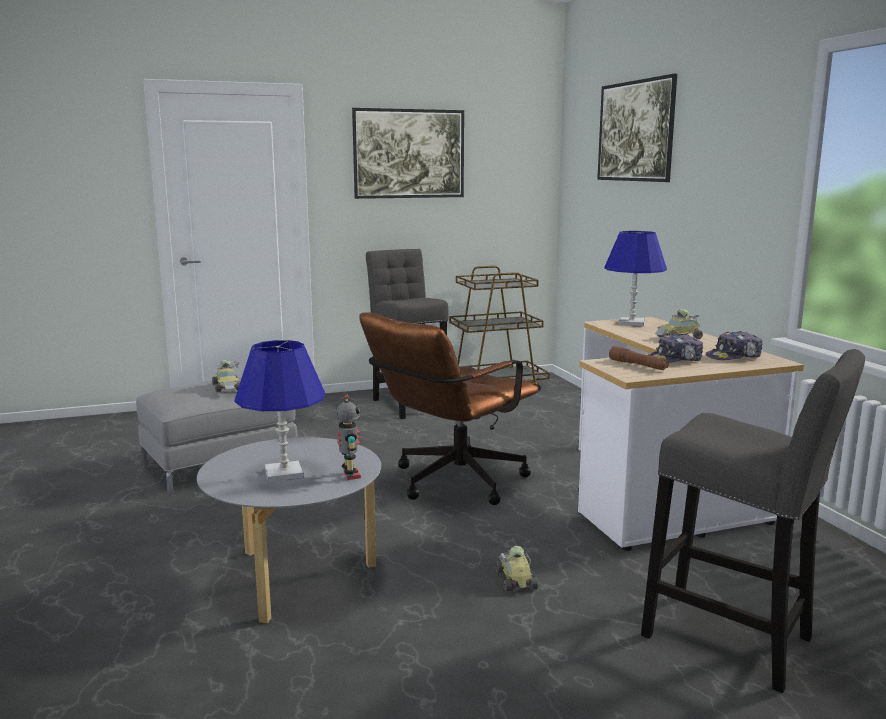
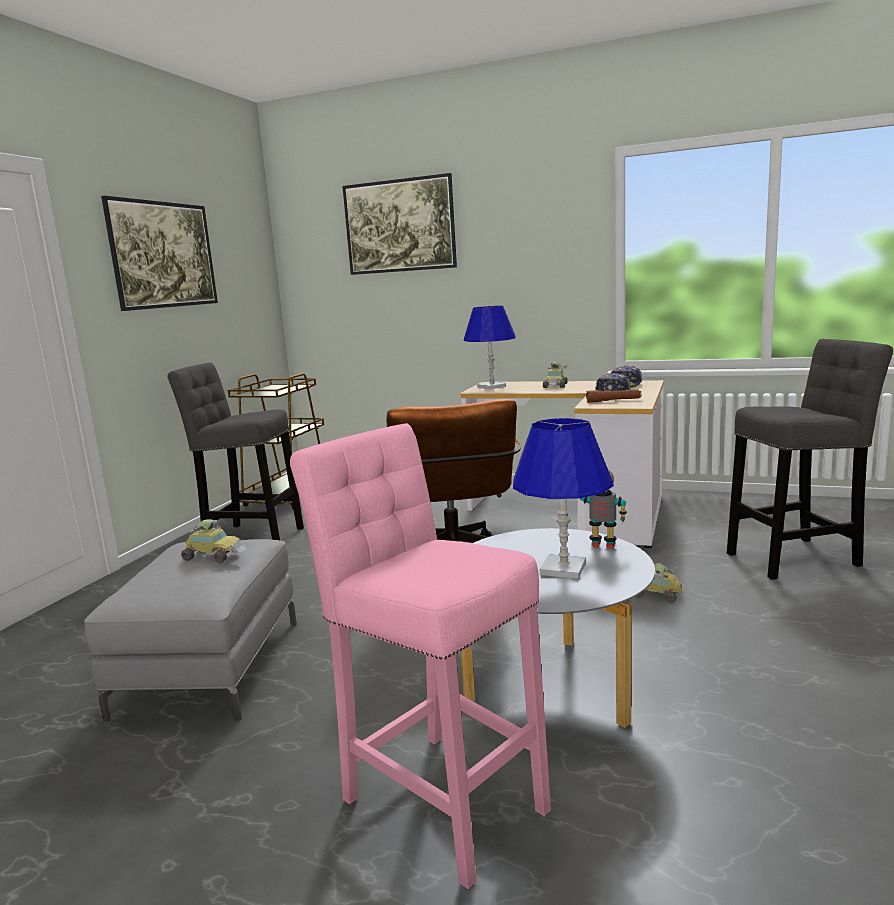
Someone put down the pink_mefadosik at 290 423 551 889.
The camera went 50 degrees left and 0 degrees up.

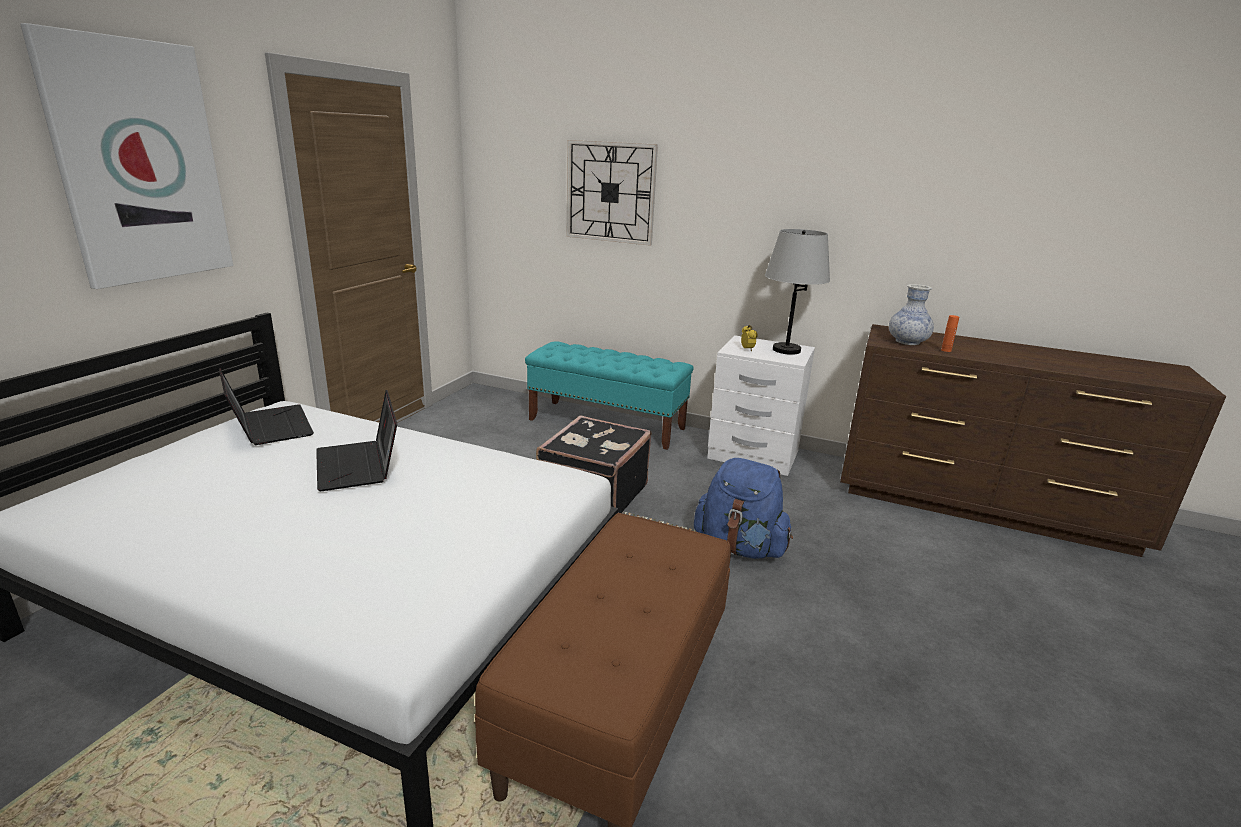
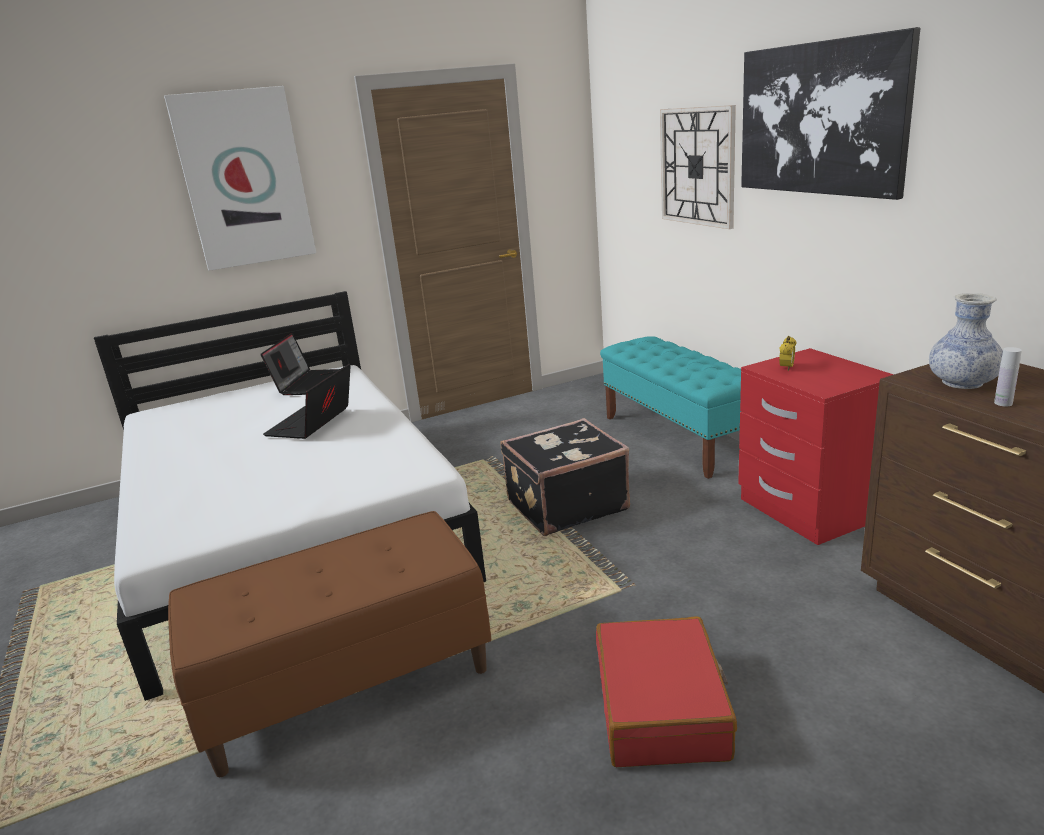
Someone put down the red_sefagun at 596 616 737 767.
Someone repainted the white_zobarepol at 707 335 815 476, which became the red_zobarepol at 738 348 894 545.
Someone put up the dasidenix at 741 27 920 200.
Someone repainted the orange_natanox at 941 315 959 352, which became the white_natanox at 994 347 1022 407.
Someone took away the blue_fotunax at 694 458 793 559.
Someone took away the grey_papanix at 765 229 830 355.
The camera went 45 degrees right and 0 degrees up.

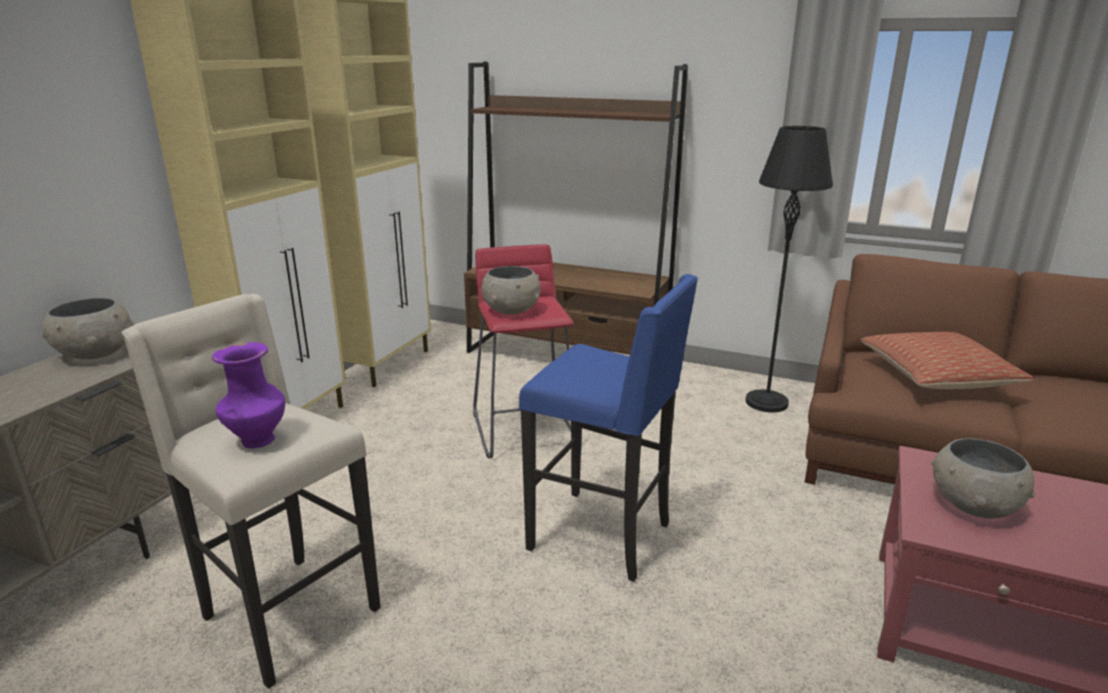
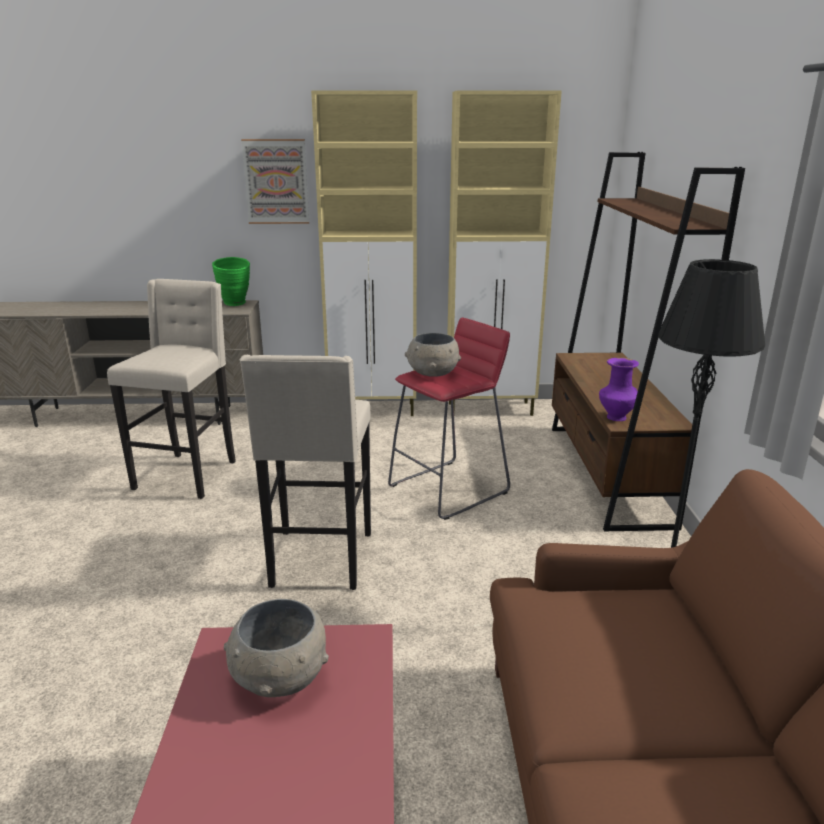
Someone swapped the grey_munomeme at 42 298 134 359 for the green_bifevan at 212 257 250 306.
Someone repainted the blue_mefadosik at 519 274 698 582, which became the beige_mefadosik at 240 355 371 590.
Someone put up the dasidenix at 241 139 309 224.
Someone carried the purple_bifevan from 212 342 285 449 to 599 358 639 421.
Someone took away the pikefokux at 861 332 1034 389.
The camera went 65 degrees right and 0 degrees up.

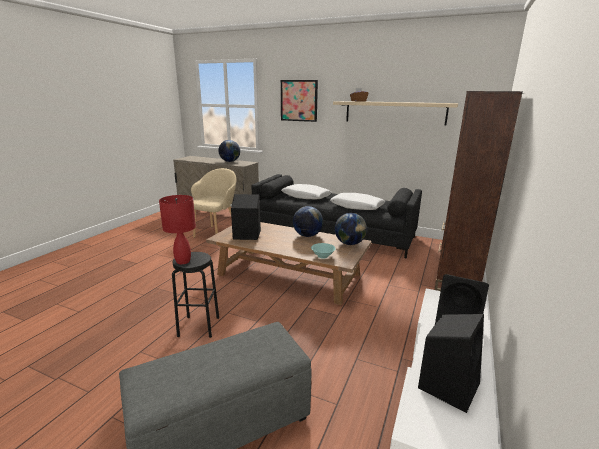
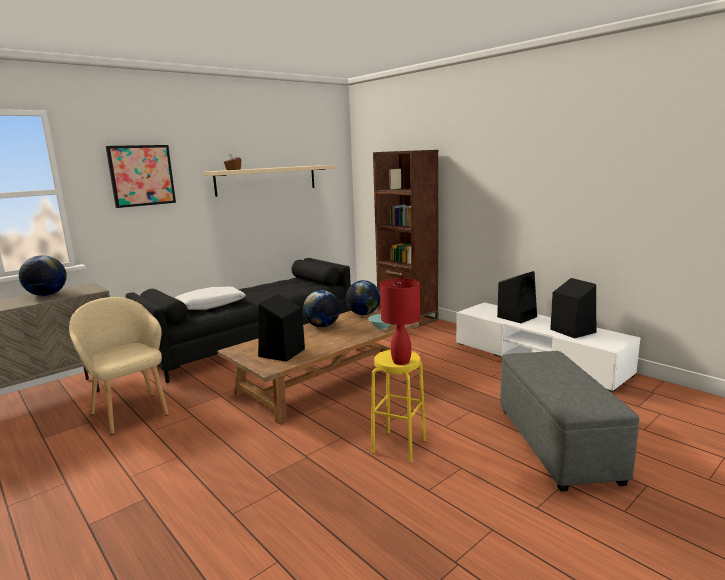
Someone repainted the black_mefadosik at 172 252 219 338, which became the yellow_mefadosik at 371 350 426 462.
Someone took away the white_pikefokux at 330 193 385 210.
The camera went 65 degrees left and 5 degrees down.

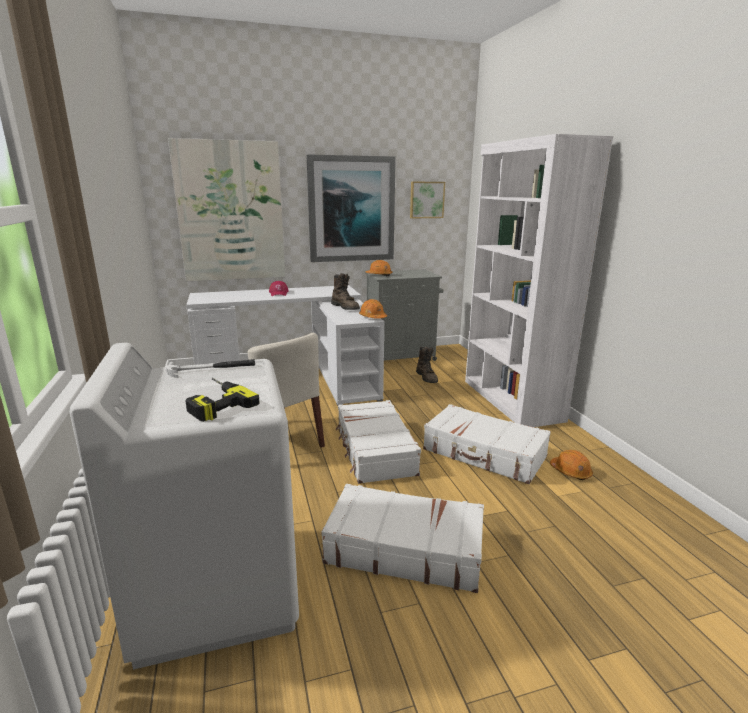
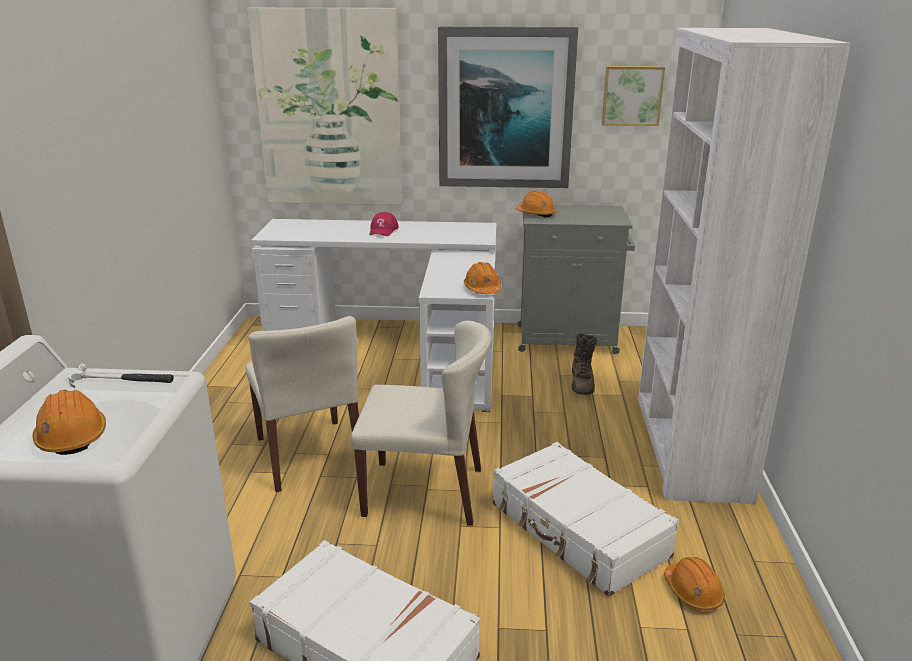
Someone swapped the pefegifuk at 186 378 260 422 for the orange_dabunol at 33 390 106 455.
Someone swapped the white_sefagun at 335 400 421 484 for the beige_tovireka at 351 321 491 526.
Someone took away the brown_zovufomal at 331 273 360 310.
The camera went 20 degrees right and 5 degrees up.

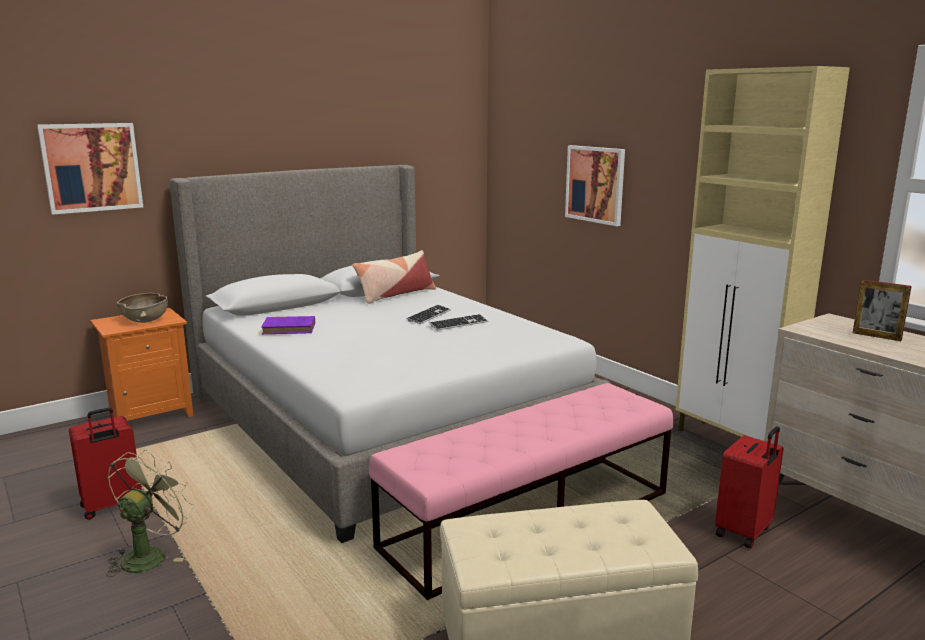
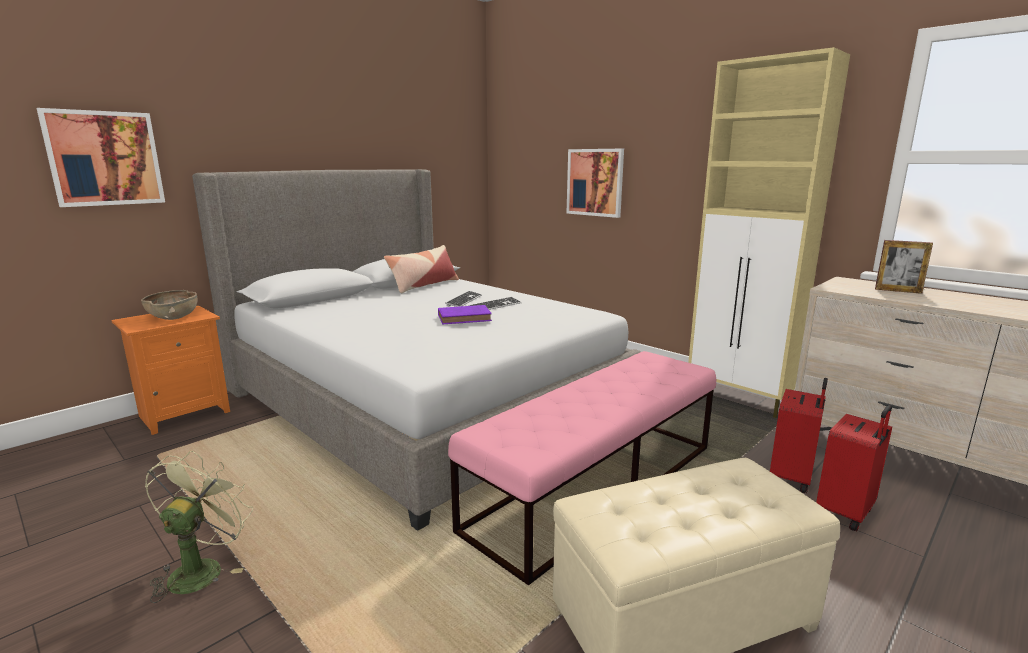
Someone carried the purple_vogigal from 261 316 315 334 to 438 305 492 325.
Someone carried the red_sefagun from 69 408 142 520 to 816 405 892 531.
The camera went 10 degrees left and 0 degrees up.

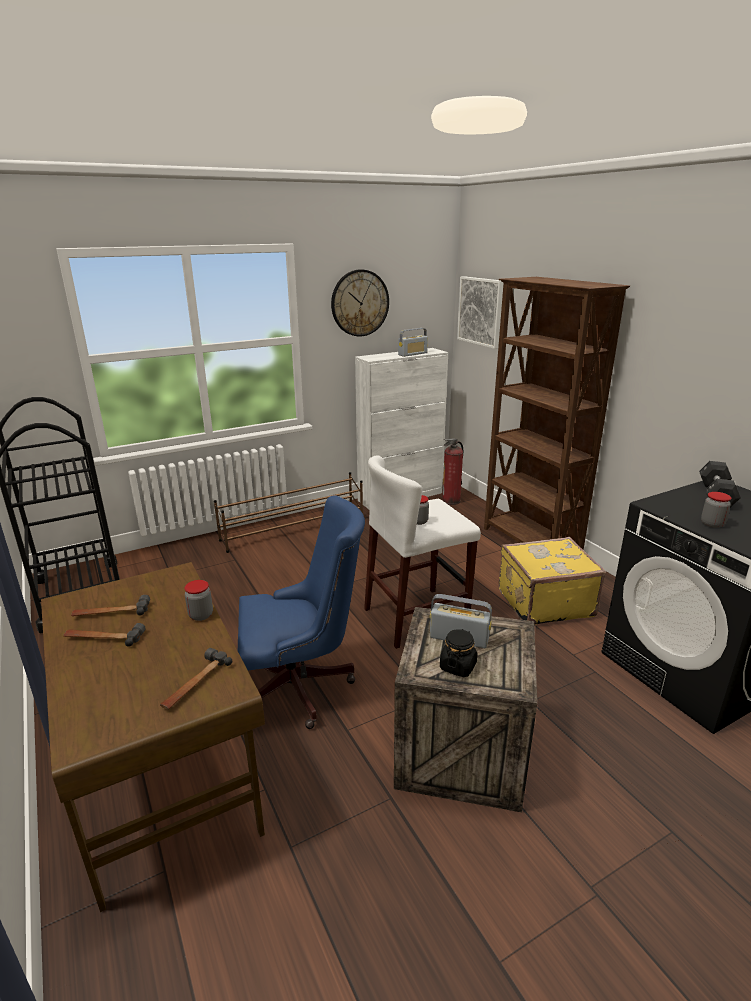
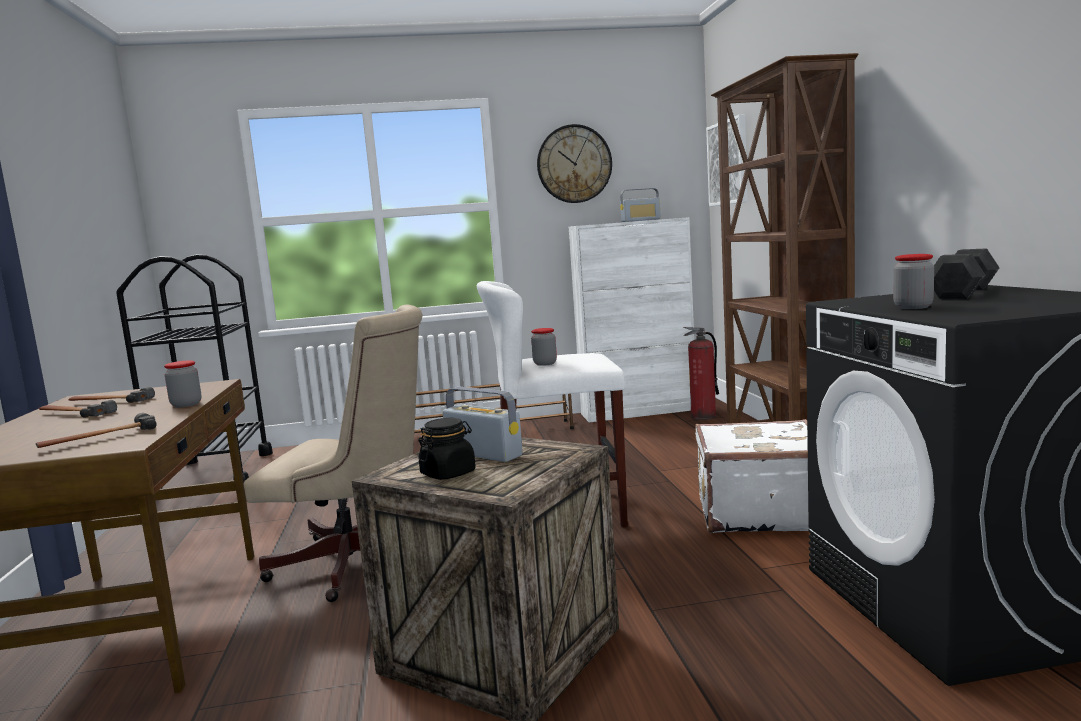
Someone repainted the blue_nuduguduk at 238 495 365 729, which became the beige_nuduguduk at 244 305 423 602.
Someone repainted the yellow_sefagun at 498 537 606 625, which became the white_sefagun at 695 419 810 533.
The camera went 20 degrees right and 15 degrees down.

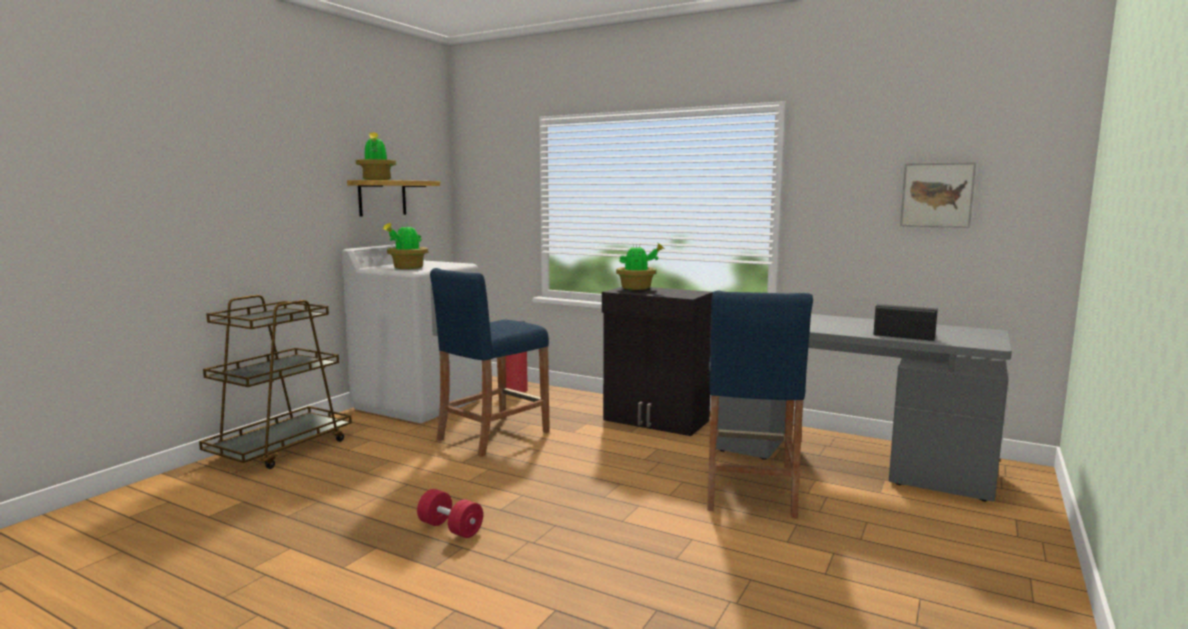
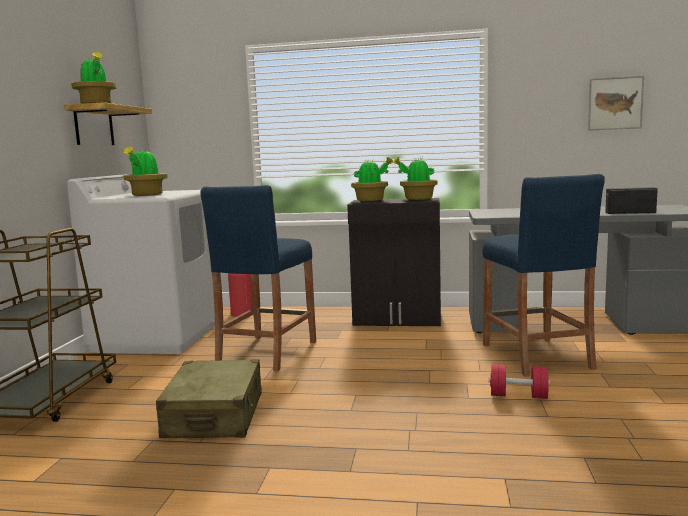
Someone put down the beige_sefagun at 156 360 262 438.
Someone put down the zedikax at 392 157 438 200.
Someone carried the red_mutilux from 417 489 483 538 to 489 364 550 399.
The camera went 20 degrees left and 0 degrees up.

